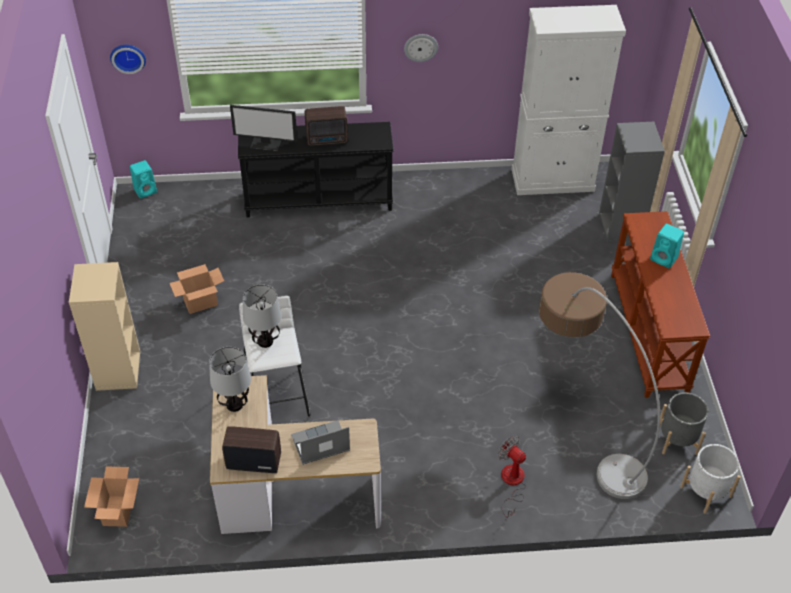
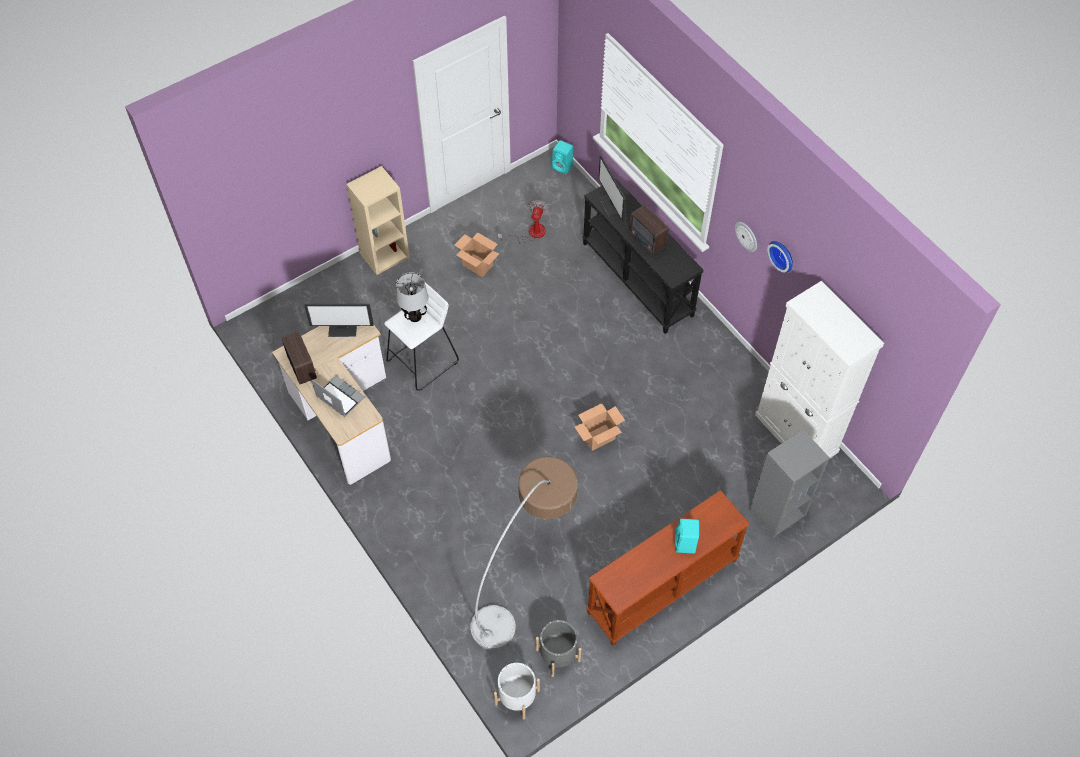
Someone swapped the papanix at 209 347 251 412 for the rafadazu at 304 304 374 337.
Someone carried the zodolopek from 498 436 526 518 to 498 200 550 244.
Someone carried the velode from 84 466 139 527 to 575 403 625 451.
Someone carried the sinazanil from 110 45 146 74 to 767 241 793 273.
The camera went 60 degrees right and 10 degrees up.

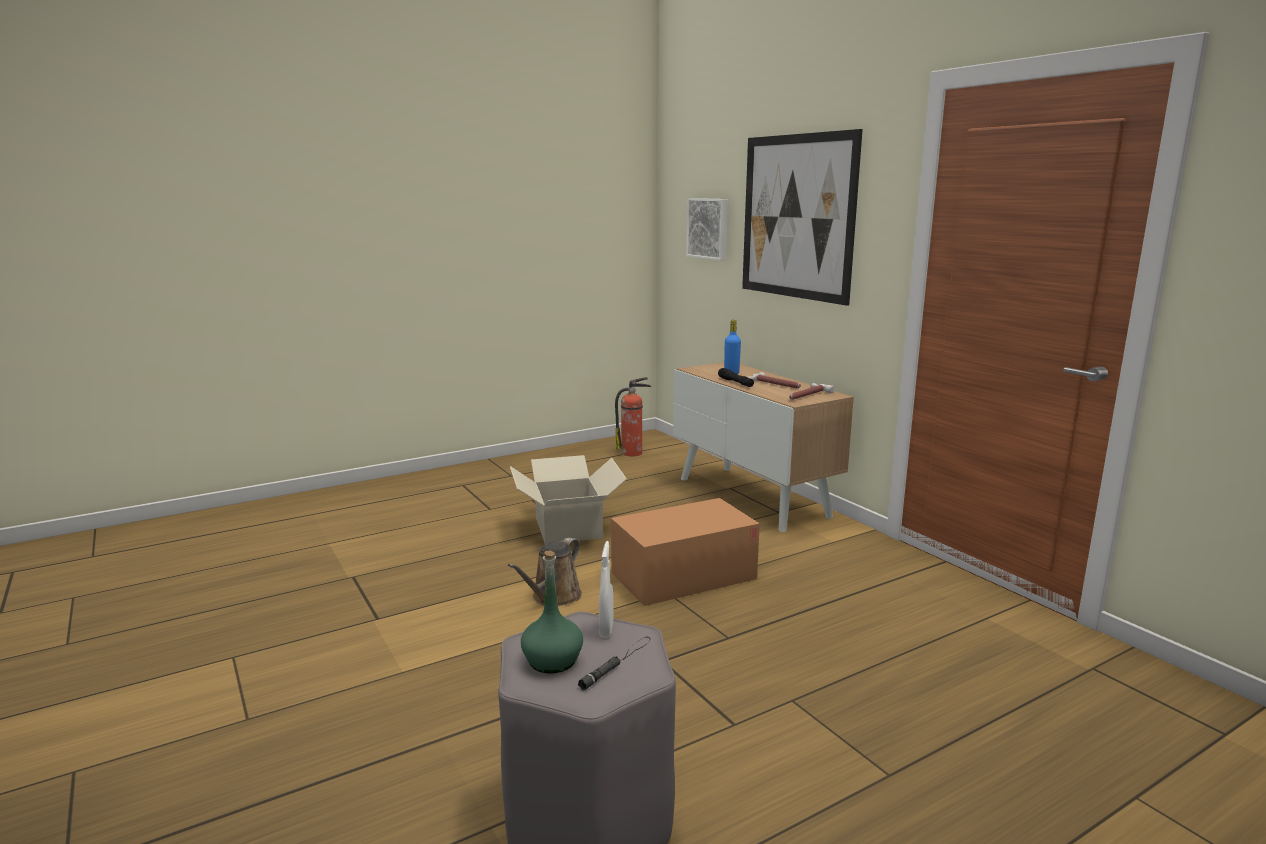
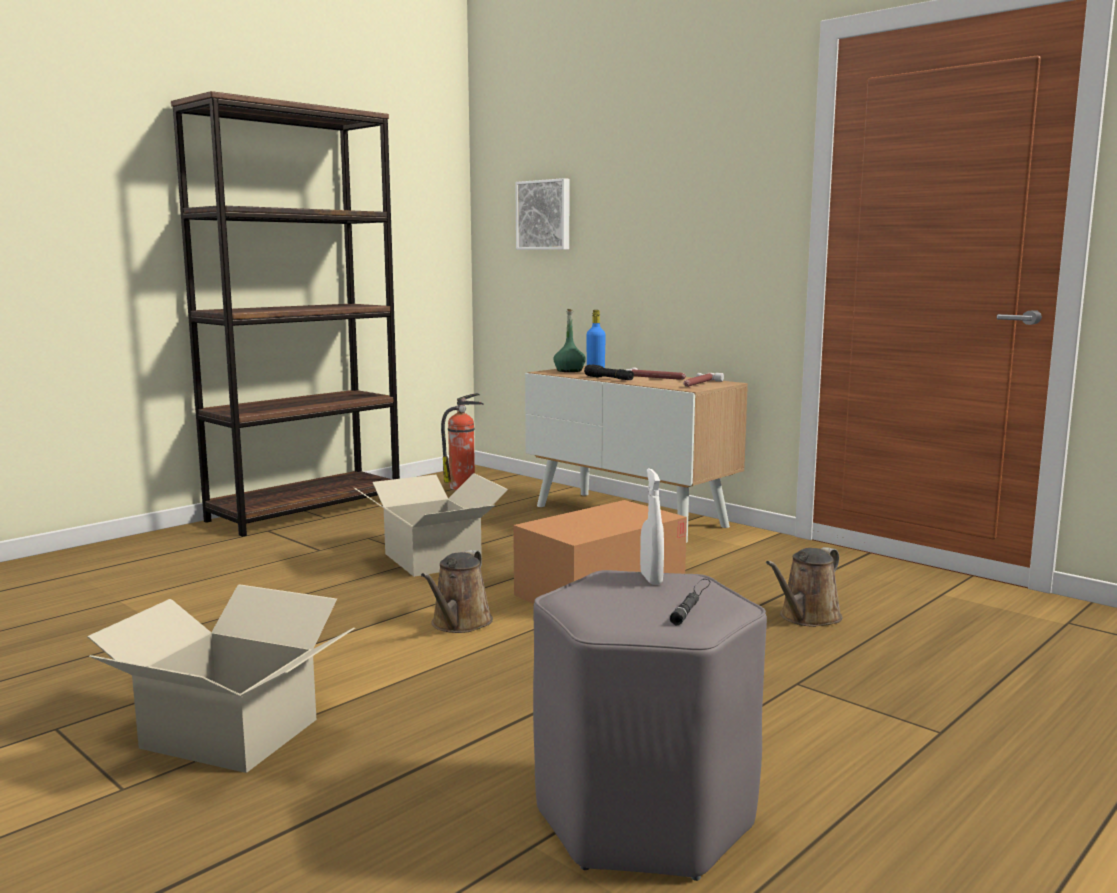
Someone put down the velode at 87 584 355 773.
Someone put down the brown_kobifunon at 171 91 400 537.
Someone carried the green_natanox from 521 551 583 674 to 553 309 586 372.
Someone put down the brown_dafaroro at 766 547 842 627.
Someone took away the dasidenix at 742 129 863 306.
The camera went 15 degrees left and 5 degrees down.

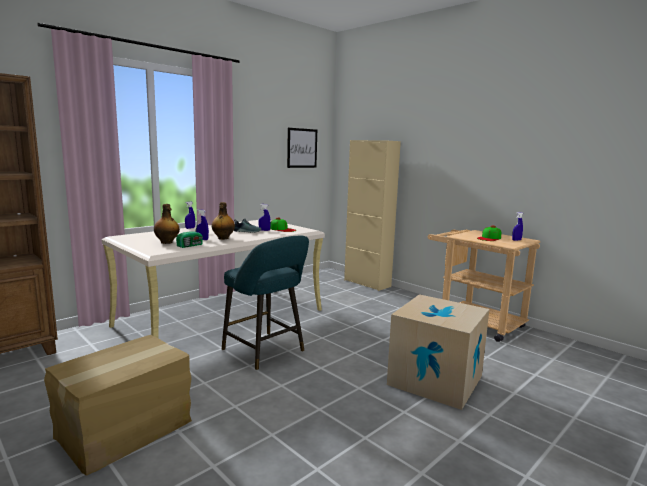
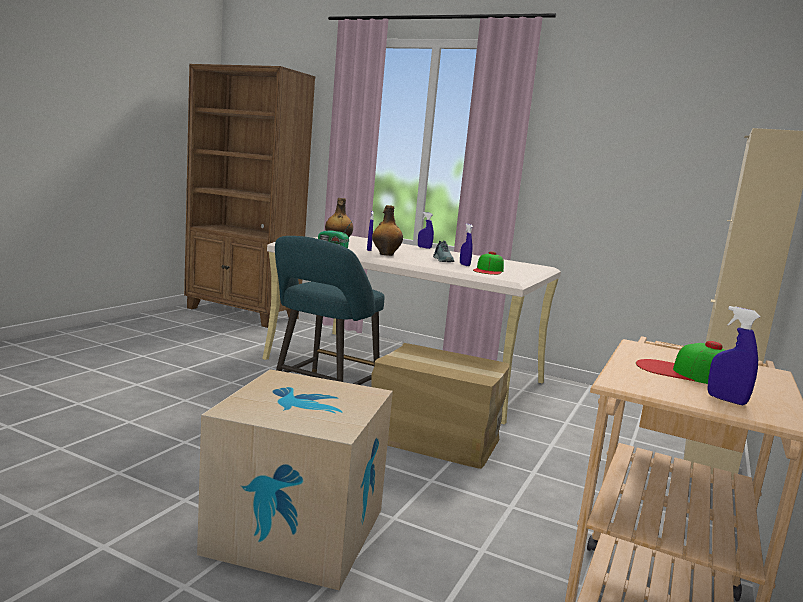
Someone carried the velode from 44 335 192 476 to 371 343 509 469.
Someone took away the dasidenix at 287 128 317 168.
The camera went 70 degrees right and 0 degrees up.

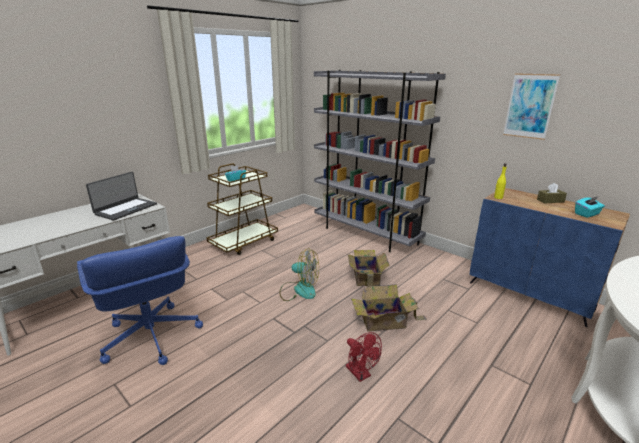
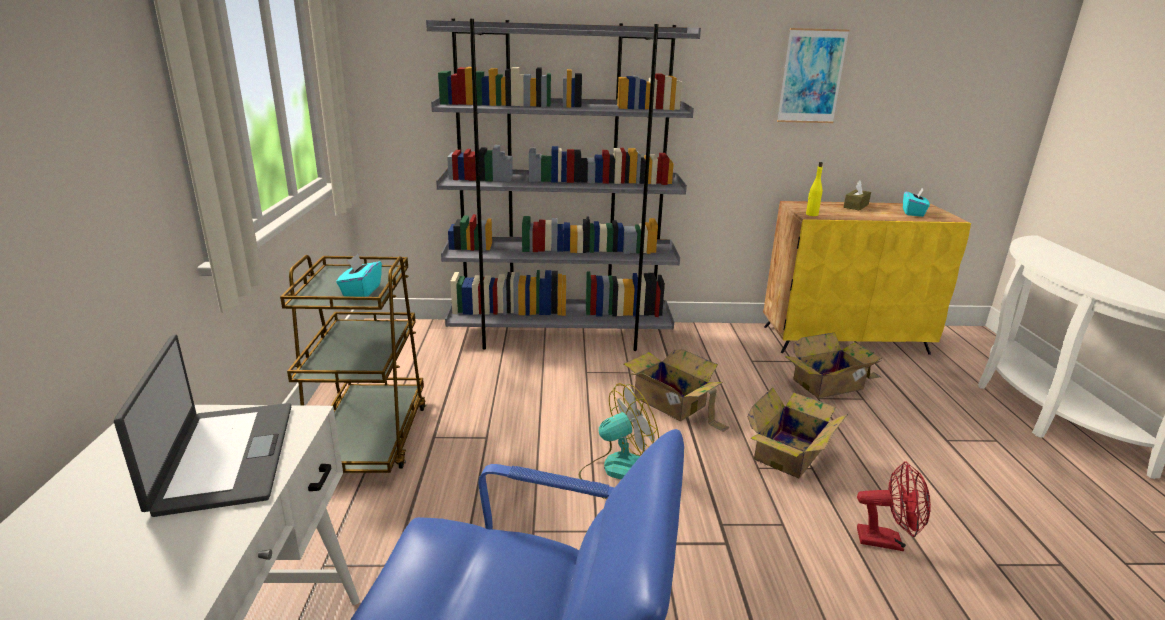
Someone repainted the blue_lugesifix at 469 188 630 327, which became the yellow_lugesifix at 763 201 971 355.
Someone put down the velode at 784 332 882 398.
The camera went 45 degrees left and 0 degrees up.

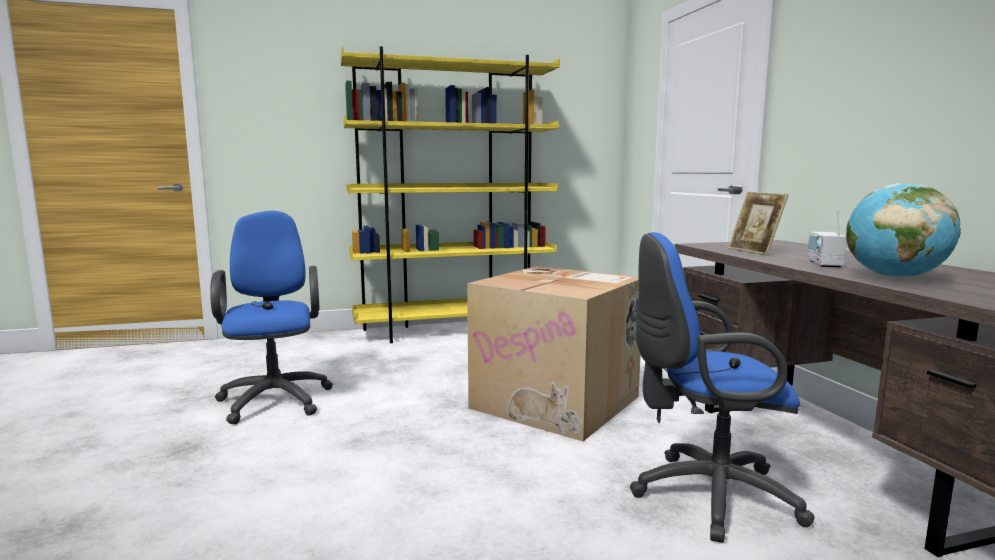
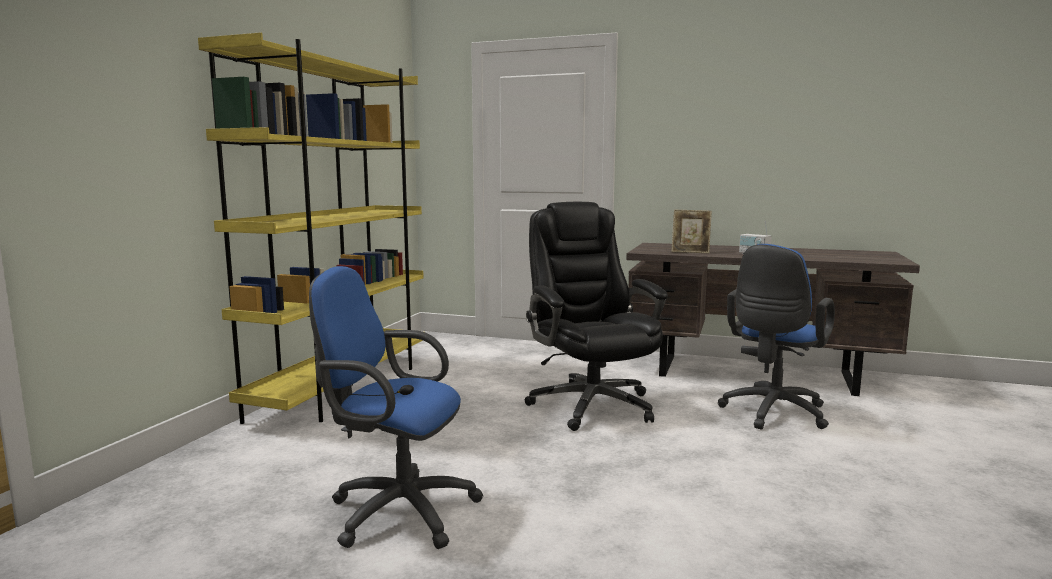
Someone swapped the velode at 467 266 641 441 for the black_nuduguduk at 525 202 668 431.
Someone took away the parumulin at 846 183 961 278.
The camera went 55 degrees left and 0 degrees up.

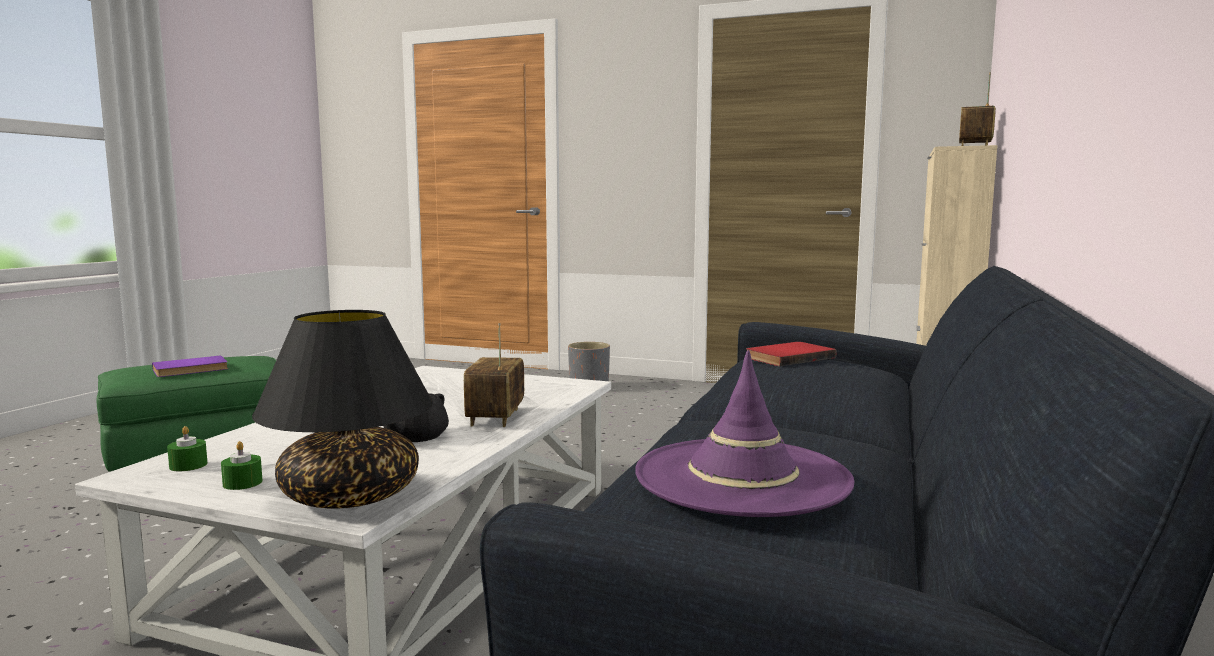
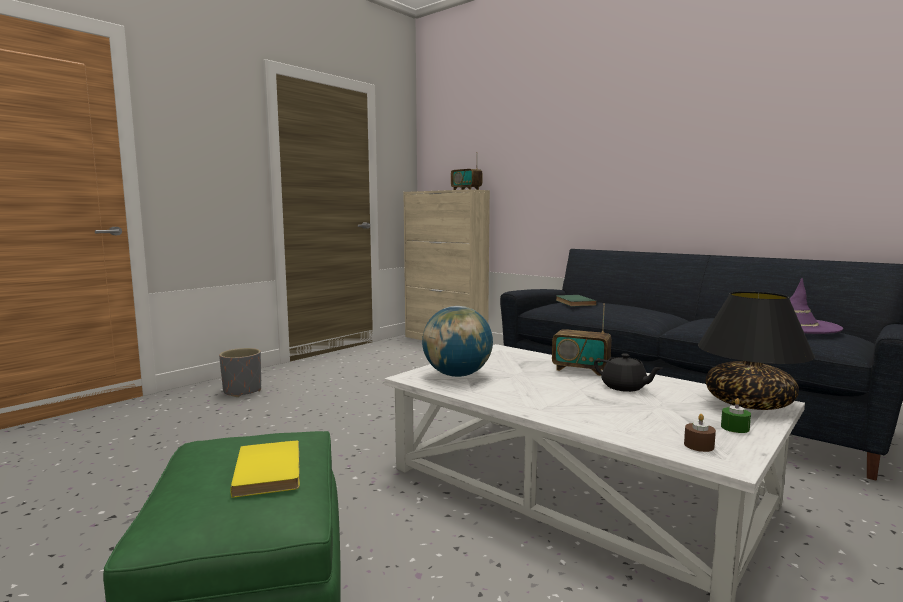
Someone repainted the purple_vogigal at 152 355 228 377, which became the yellow_vogigal at 230 440 300 498.
Someone put down the parumulin at 422 306 493 377.
Someone repainted the red_vogigal at 746 342 836 366, which became the green_vogigal at 556 295 597 306.
Someone repainted the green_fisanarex at 167 426 208 471, which became the brown_fisanarex at 684 414 716 452.
The camera went 70 degrees left and 0 degrees up.

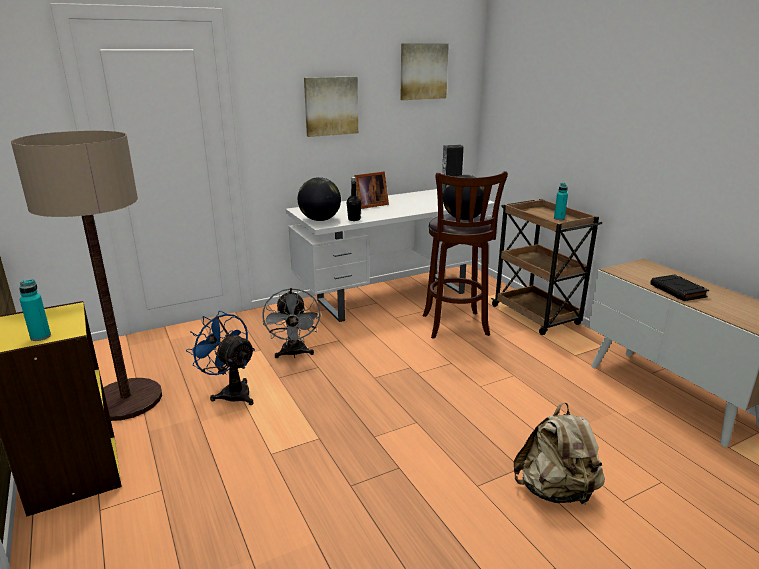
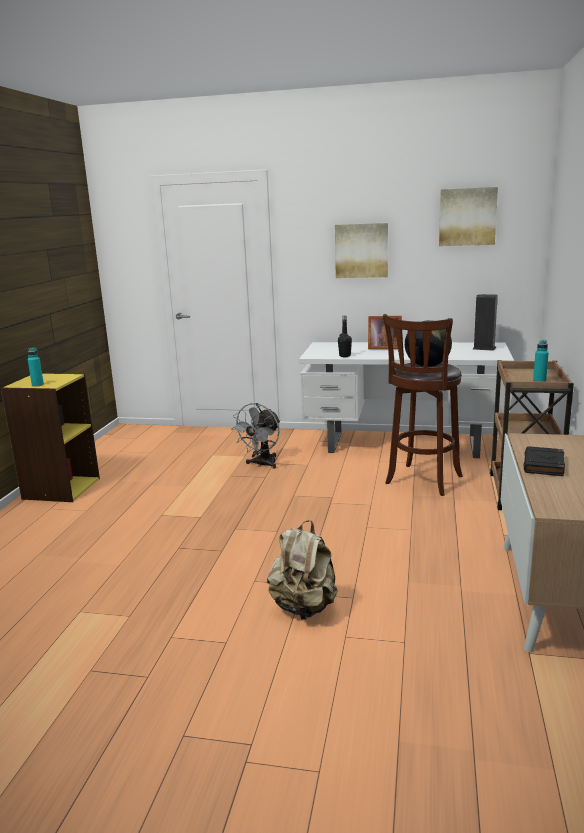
Someone took away the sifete at 11 131 162 421.
Someone took away the blue_zodolopek at 186 311 255 405.
Someone took away the parumulin at 298 177 341 221.
The camera went 40 degrees right and 5 degrees down.

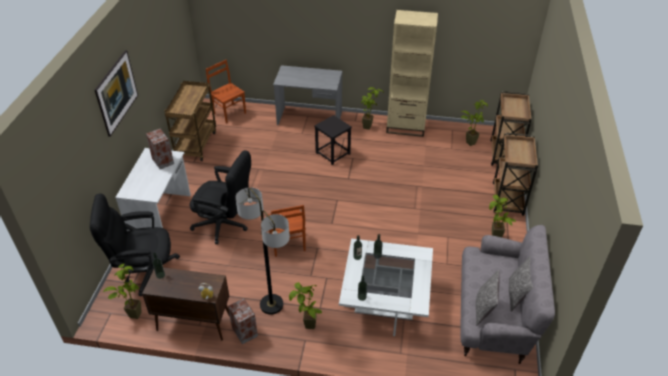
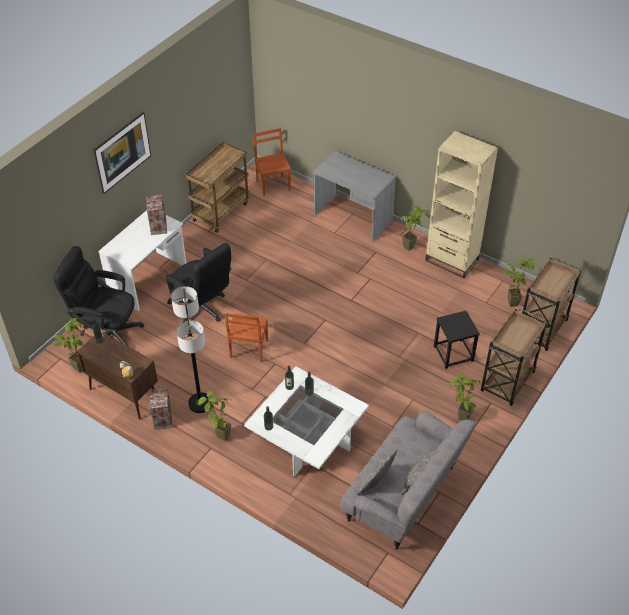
Someone carried the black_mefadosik from 314 115 352 165 to 434 311 480 369.
The camera went 25 degrees right and 5 degrees up.

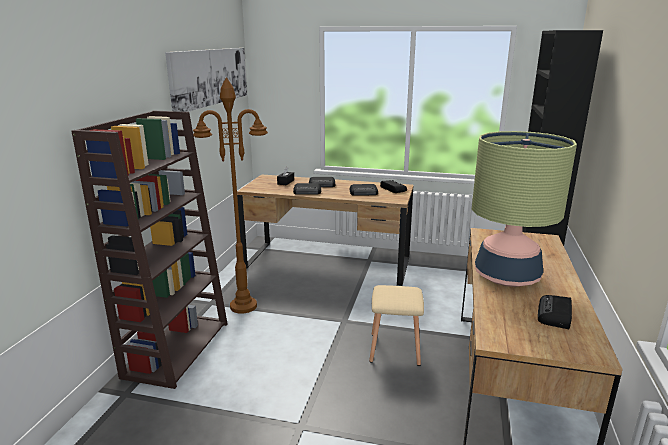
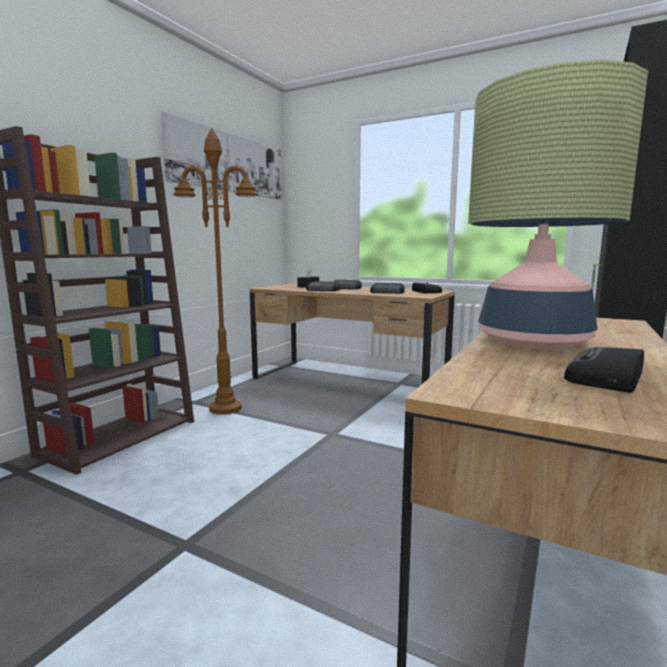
Someone took away the beige_mefadosik at 369 285 424 366.
The camera went 15 degrees right and 10 degrees down.

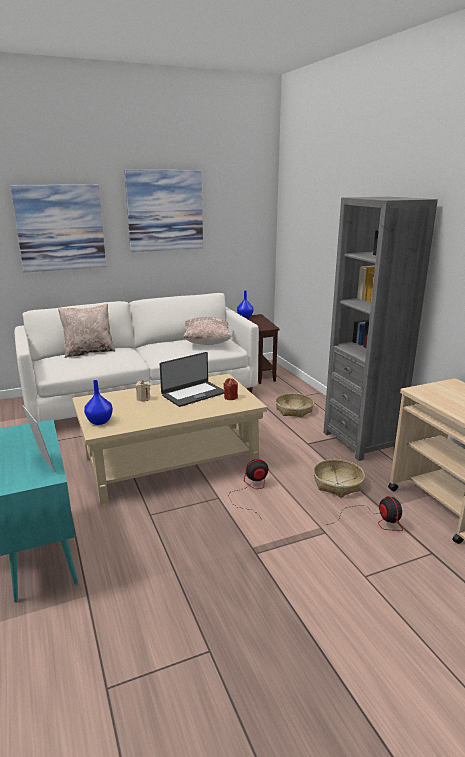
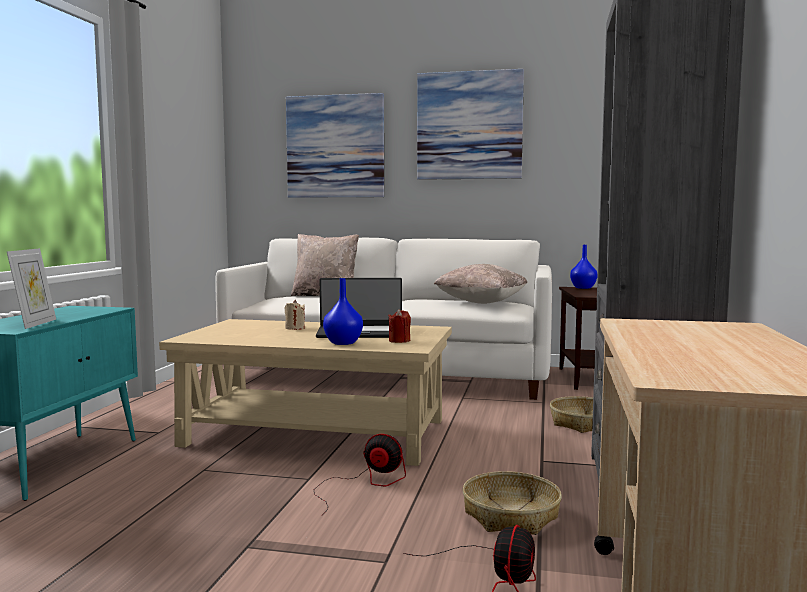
Someone carried the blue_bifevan from 84 380 113 425 to 323 278 363 345.
The camera went 35 degrees right and 15 degrees down.

